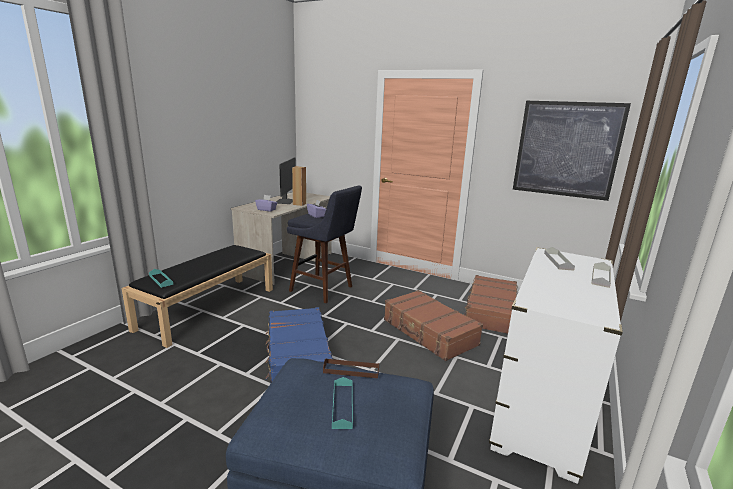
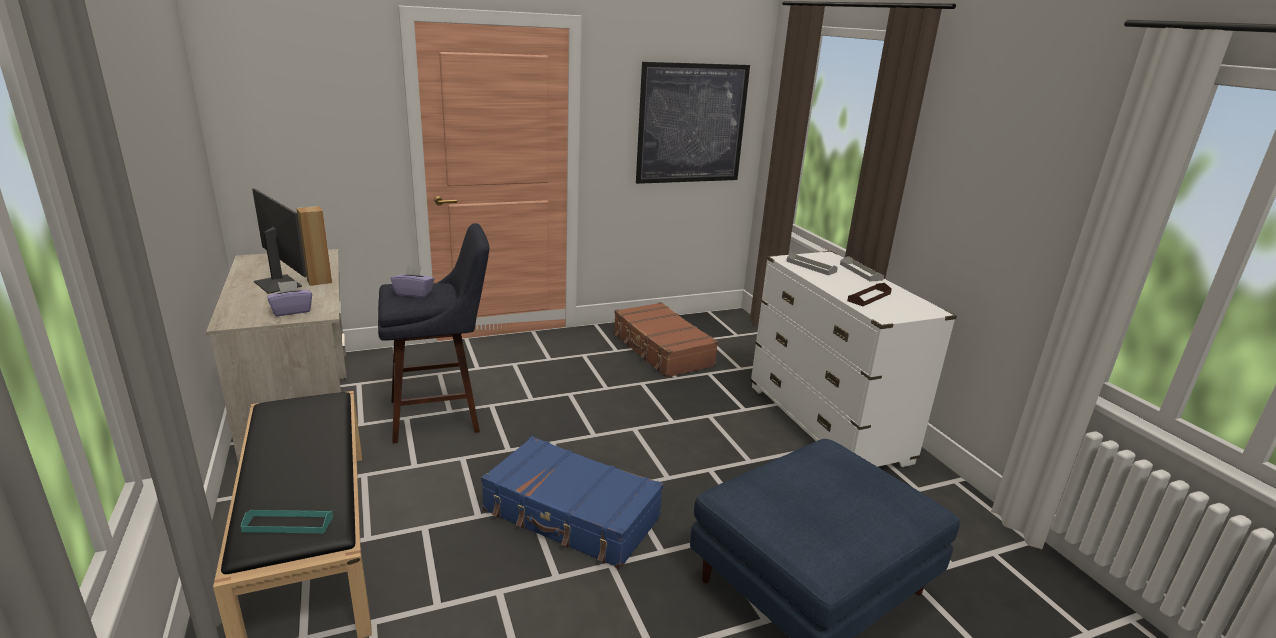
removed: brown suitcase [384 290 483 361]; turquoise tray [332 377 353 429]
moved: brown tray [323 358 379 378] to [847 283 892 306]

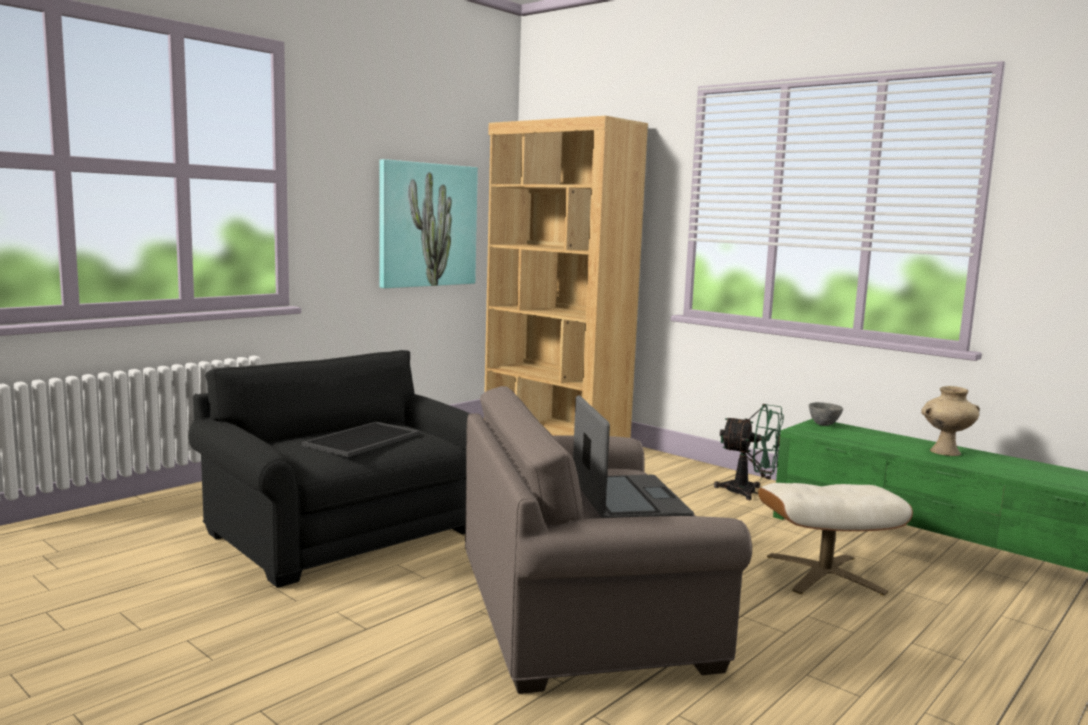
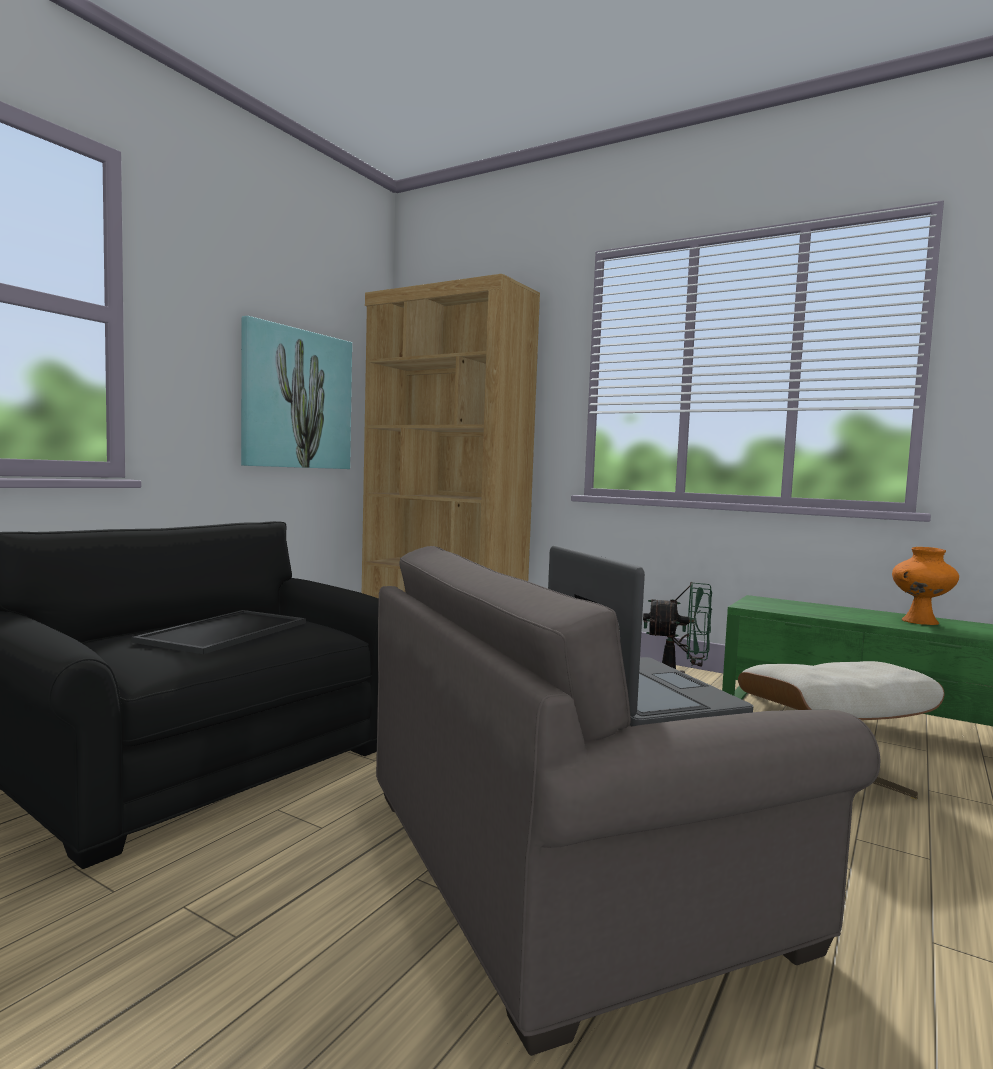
removed: grey bowl [809 402 843 426]
recoloured: beige vase [921 386 980 456] to orange vase [892 547 959 625]

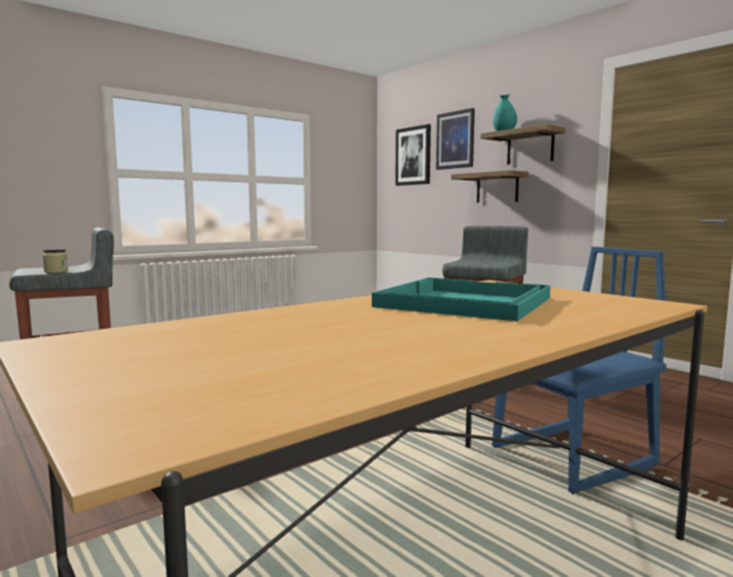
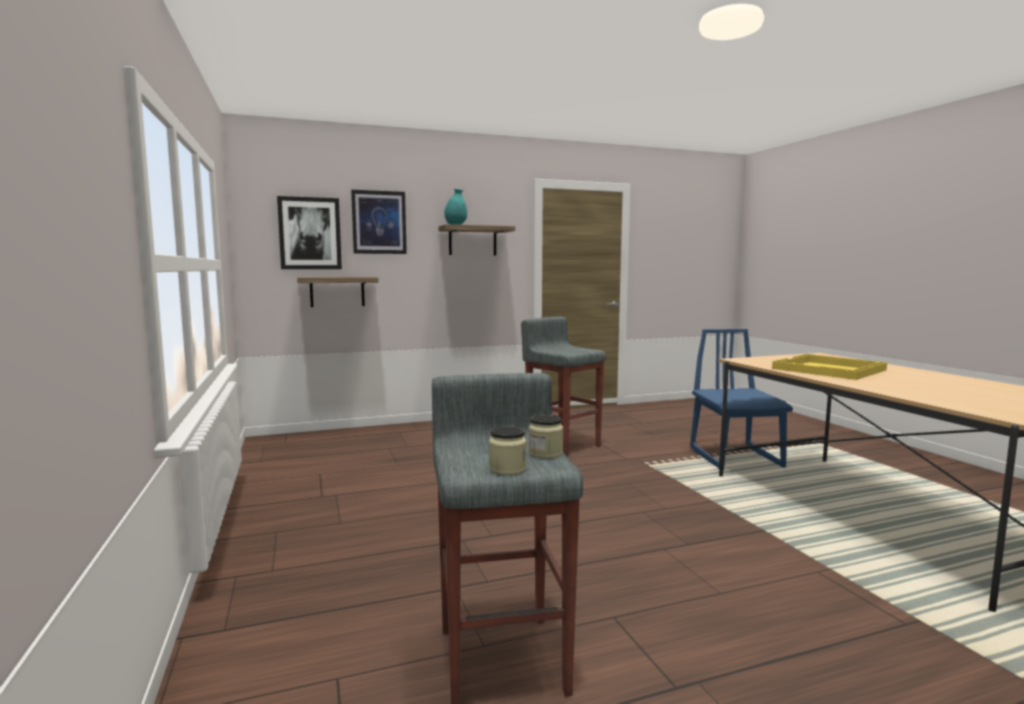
added: jar [489 426 526 475]
moved: shelf [451 170 528 203] to [297 277 379 307]
recoloured: turquoise tray [372 278 550 321] to yellow tray [772 354 887 380]

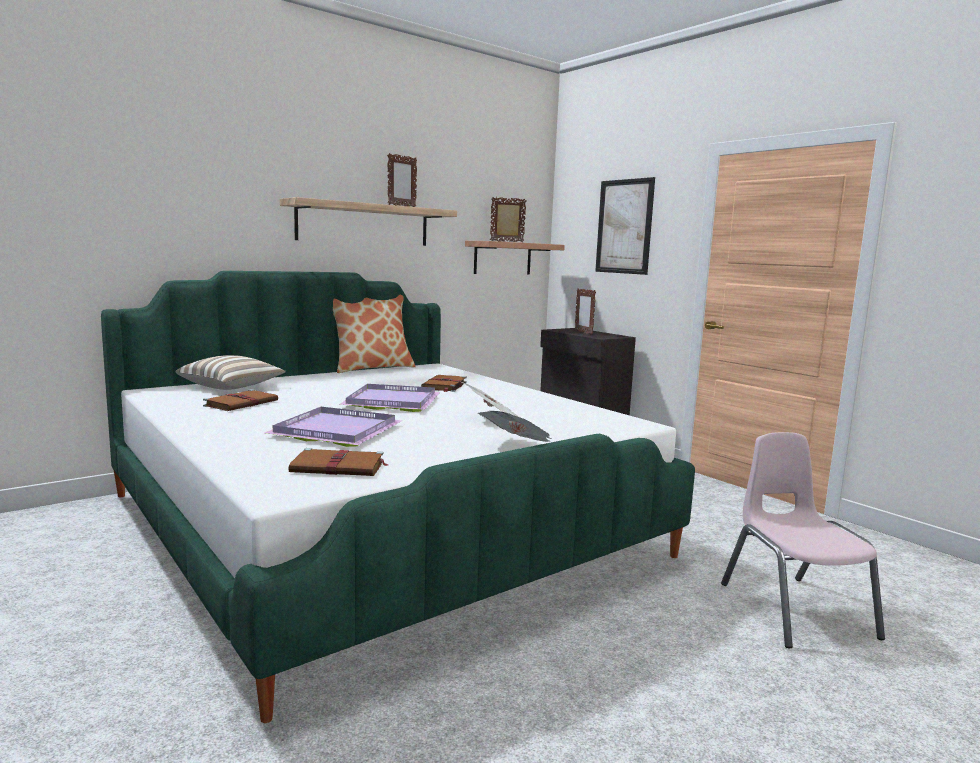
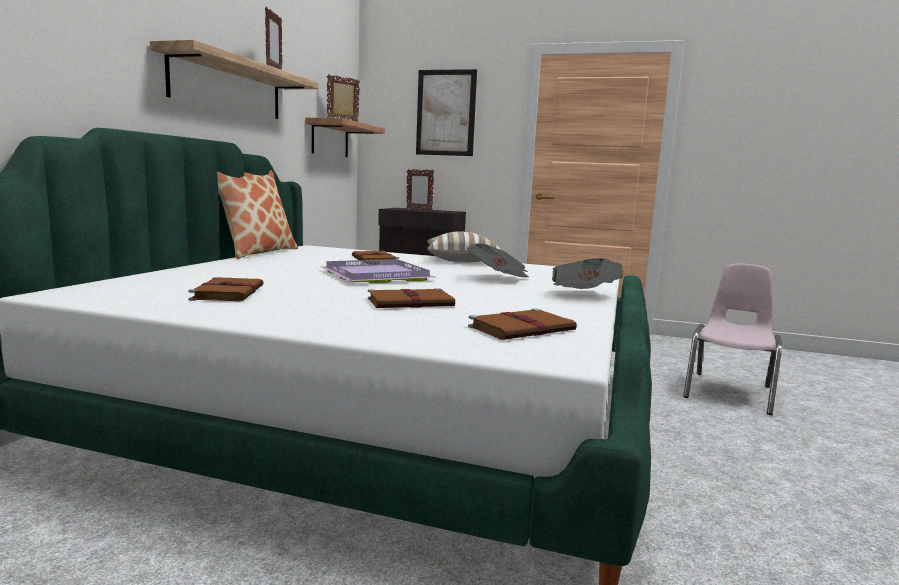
moved: pillow [175 355 286 390] to [427 232 501 262]
replaced: purple tray [265 407 402 447] to brown book [368 288 455 308]
turned: pink chair [721 432 885 648] = [683 264 782 415] 75 degrees clockwise

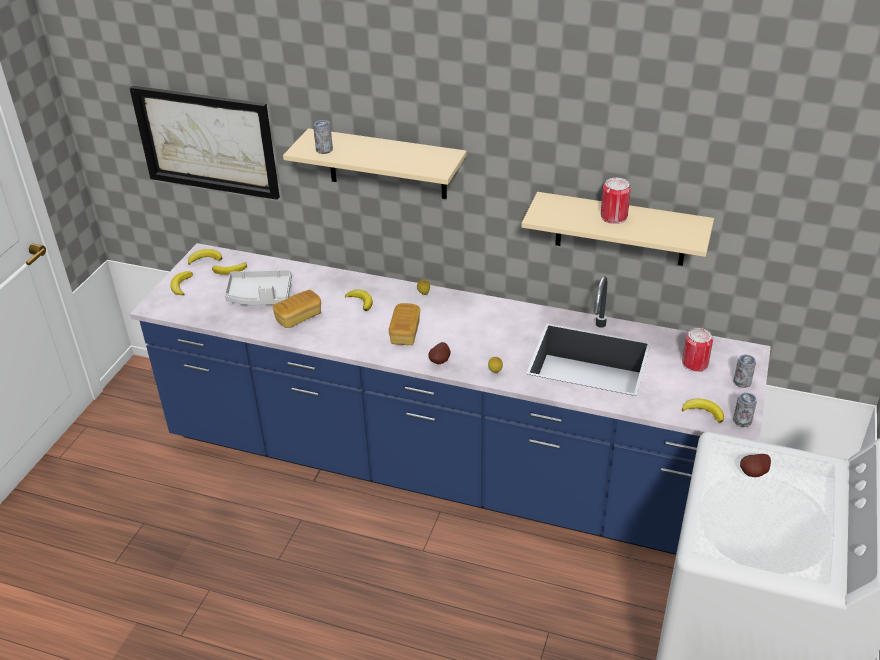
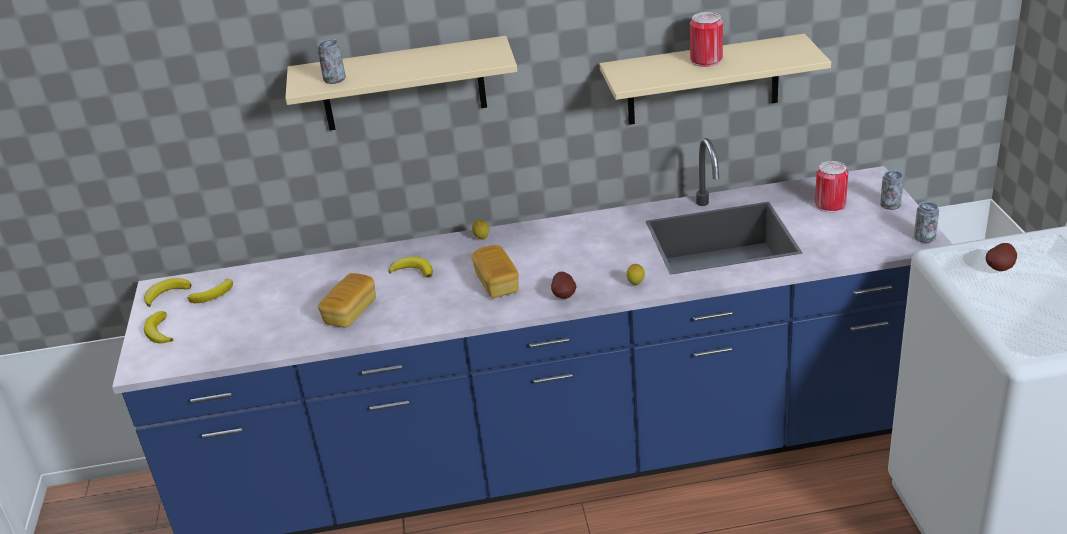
removed: picture [130 86 280 200]; grey tray [225 270 292 305]; banana [682 399 724 423]

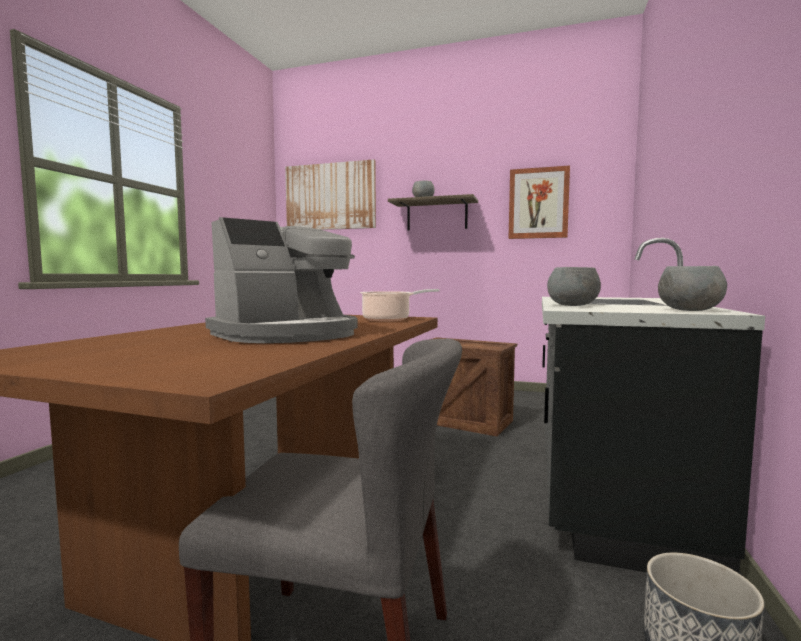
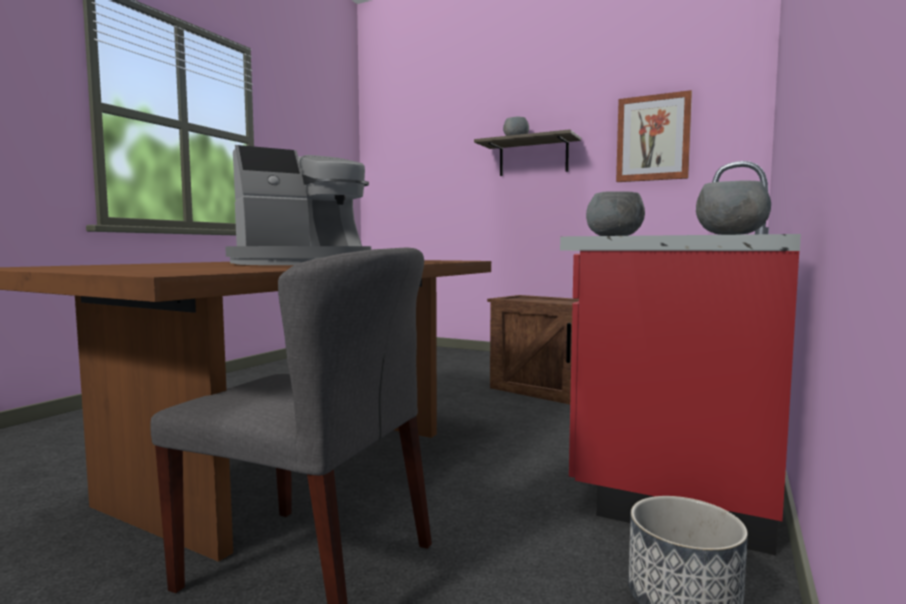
removed: picture [285 159 376 230]; cooking pot [360 289 440 322]
recoloured: black counter [542 238 765 573] to red counter [560 161 801 555]

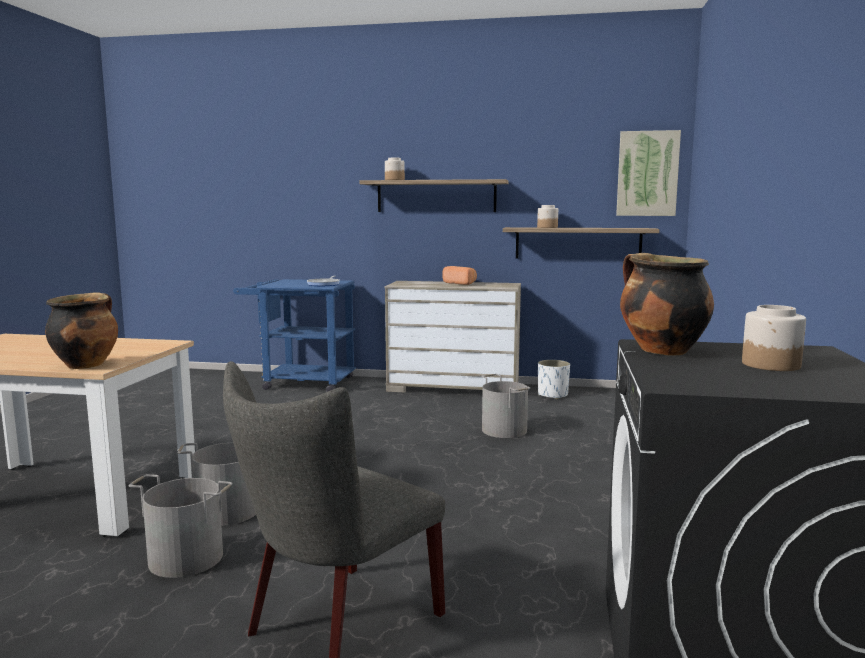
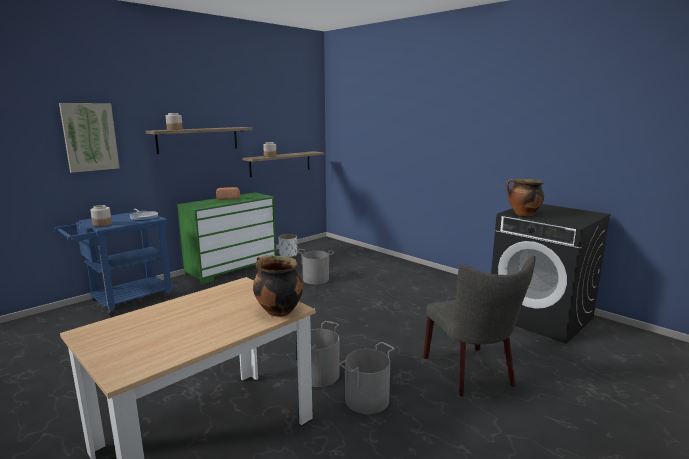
moved: picture [616 130 681 216] to [59 103 120 173]; jar [742 305 806 371] to [90 205 112 226]
recoloured: beige dresser [385 281 521 392] to green dresser [177 192 277 284]

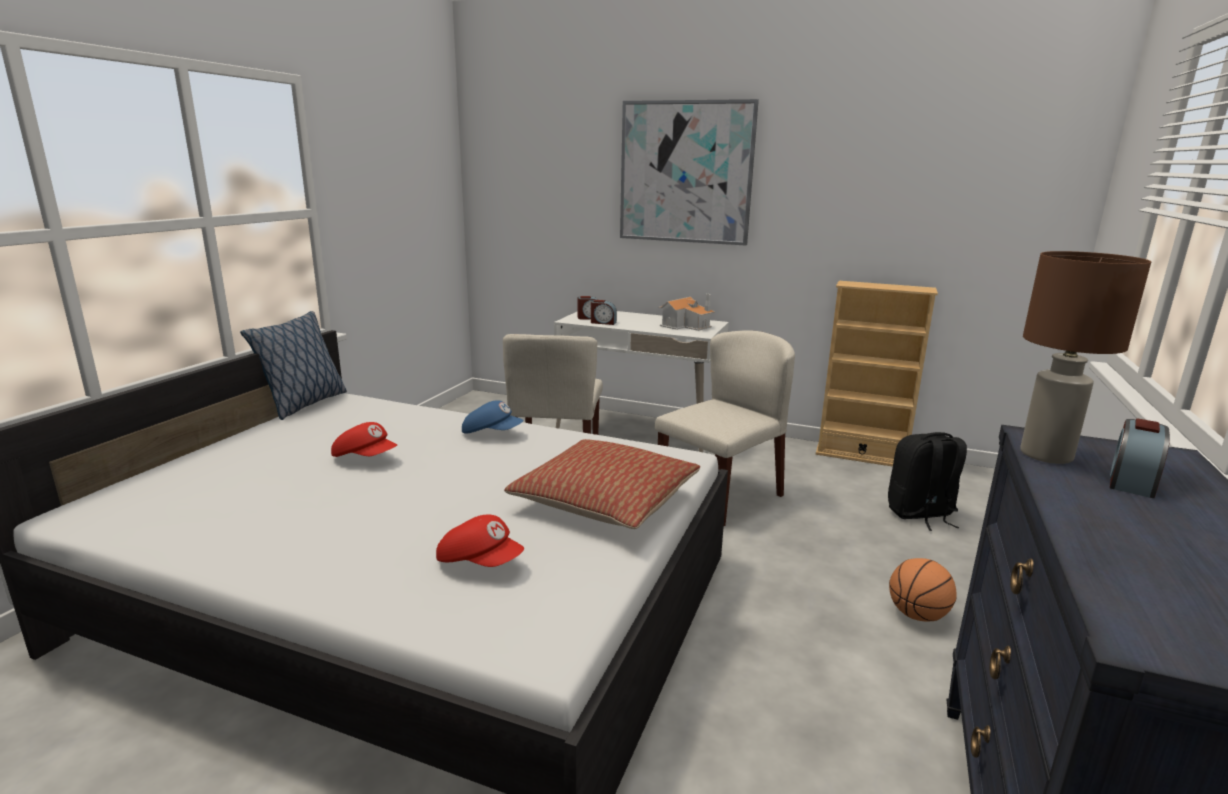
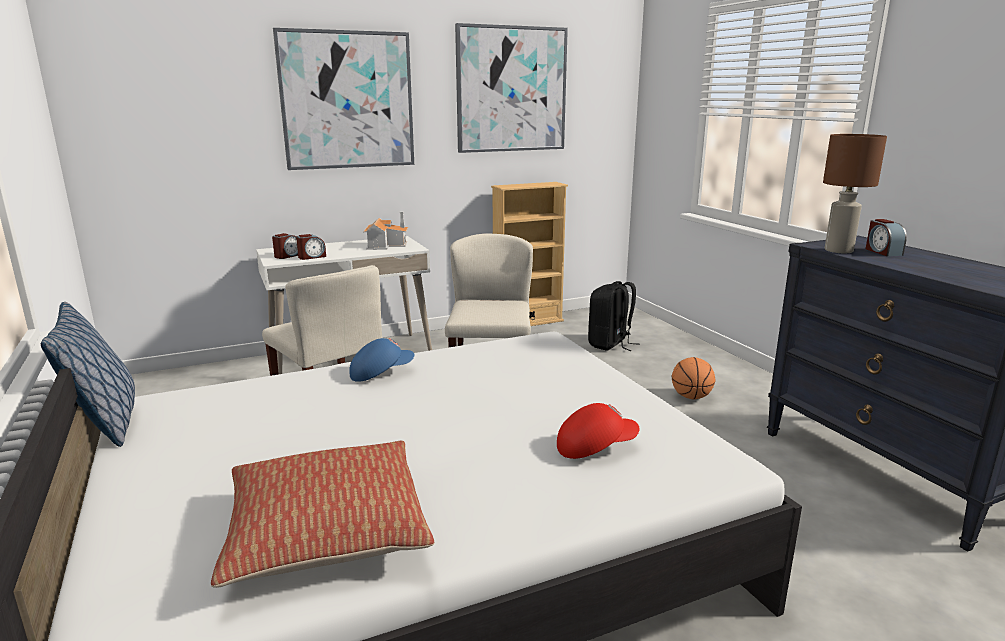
removed: red cap [331 422 397 457]
added: picture [455 23 568 153]
moved: pillow [504 439 700 529] to [211 441 434 588]

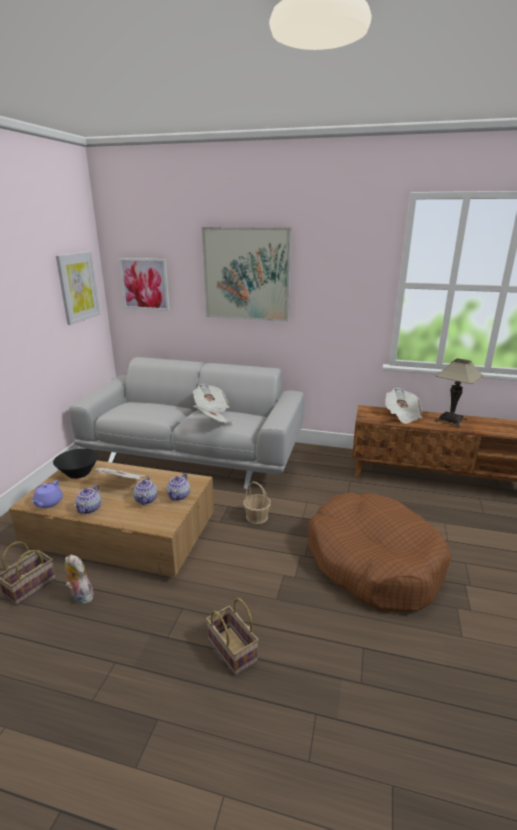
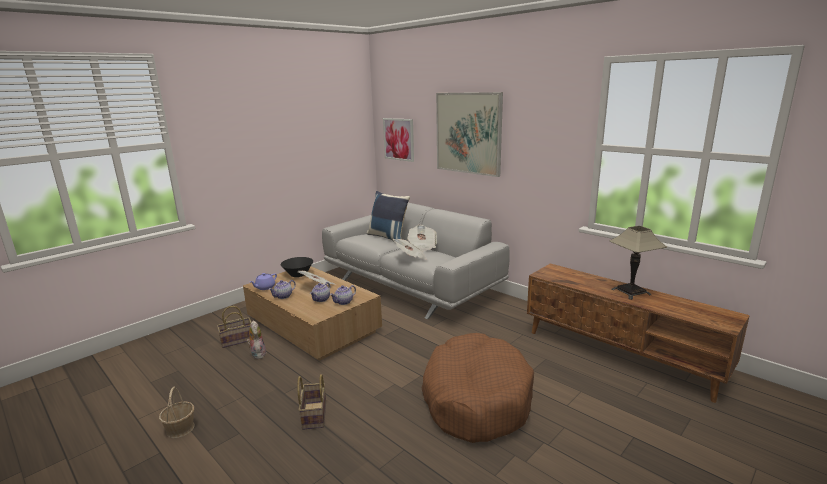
removed: picture [56 251 100 325]; newspaper [385 388 423 424]
added: blue pillow [367 191 410 241]
moved: basket [243 482 271 524] to [159 387 195 438]

